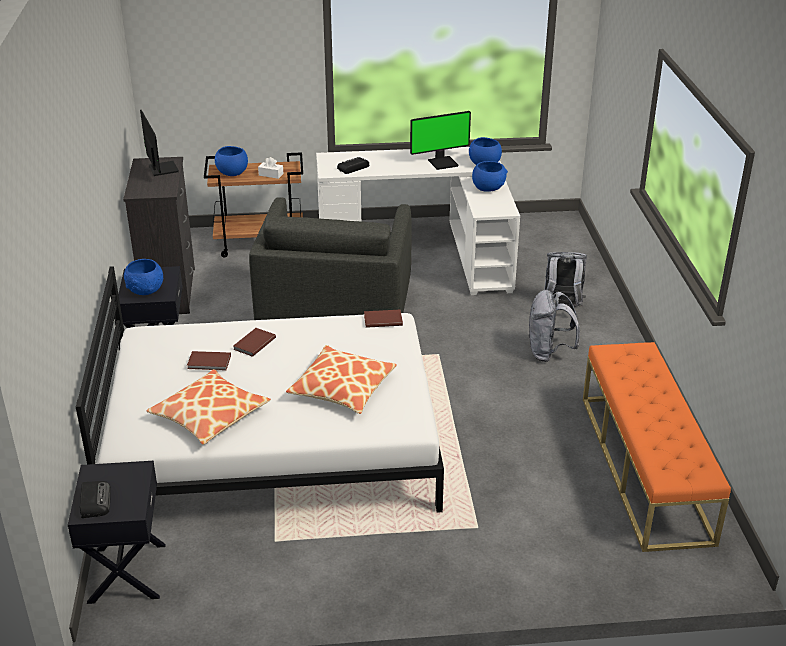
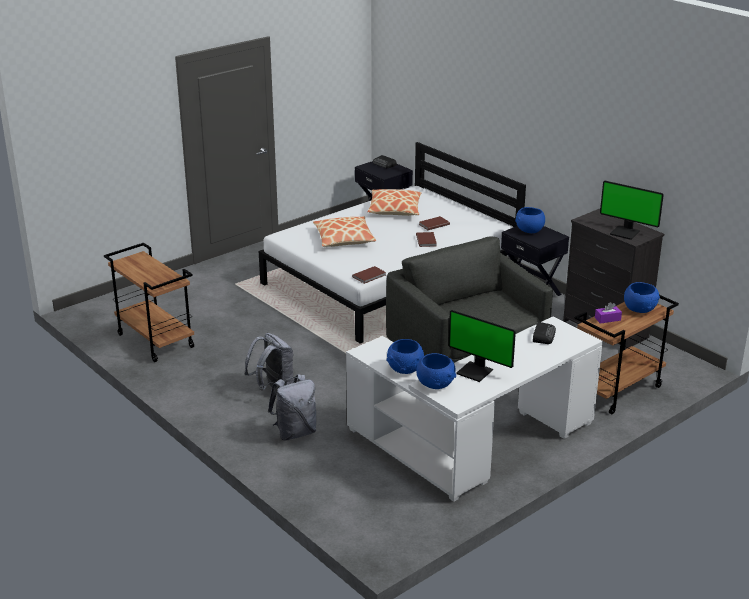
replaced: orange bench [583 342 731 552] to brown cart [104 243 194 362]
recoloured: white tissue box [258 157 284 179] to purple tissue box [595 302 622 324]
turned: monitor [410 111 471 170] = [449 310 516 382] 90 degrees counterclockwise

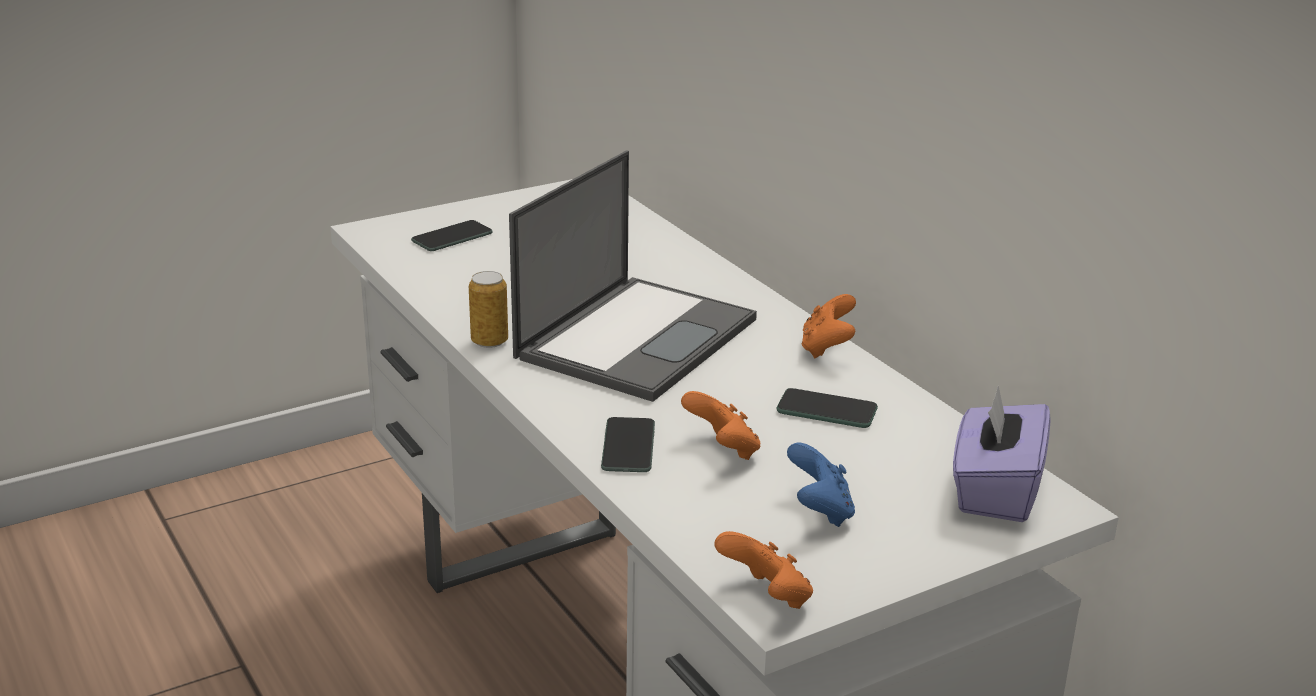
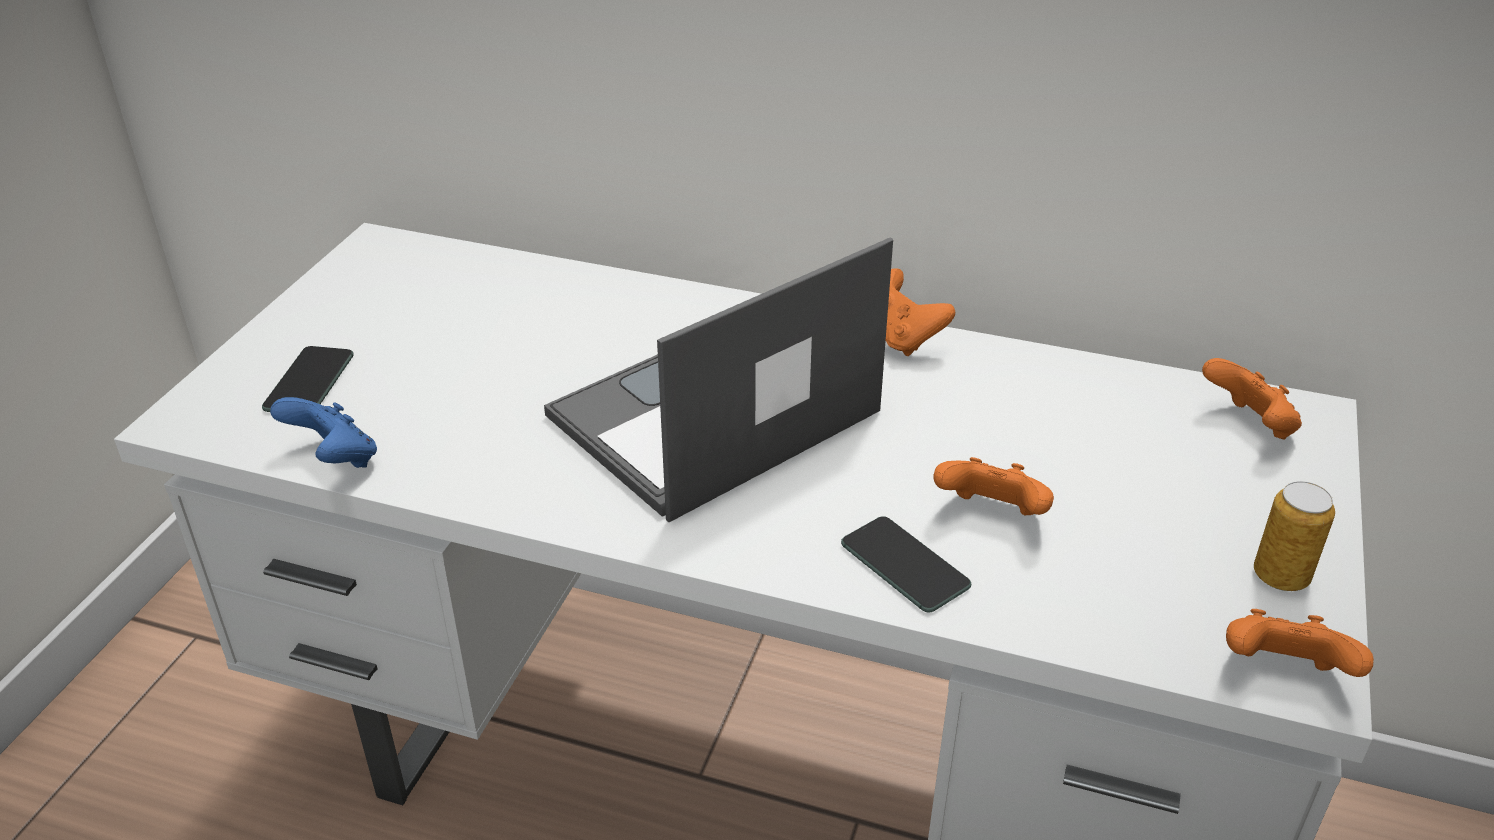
removed: phone [777 388 878 428]
moved: can [469 271 508 348] to [1254 481 1335 591]; blue game controller [787 443 855 527] to [270 397 377 468]
replaced: purple tissue box [953 386 1051 522] to orange game controller [1202 358 1302 439]
turned: laptop [509 150 757 402] = [544 238 893 522] 120 degrees counterclockwise

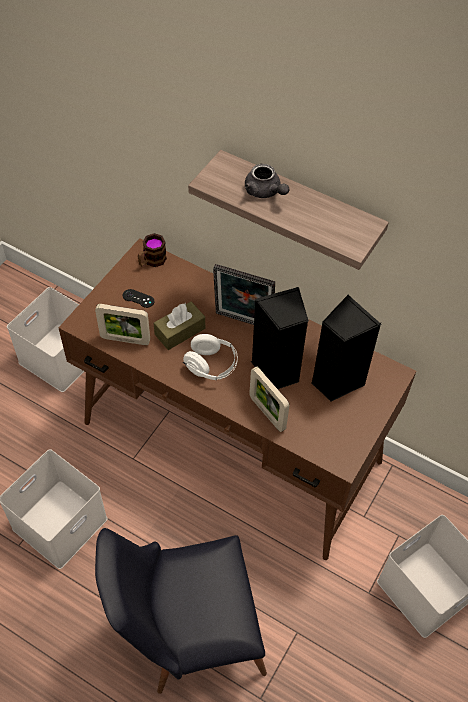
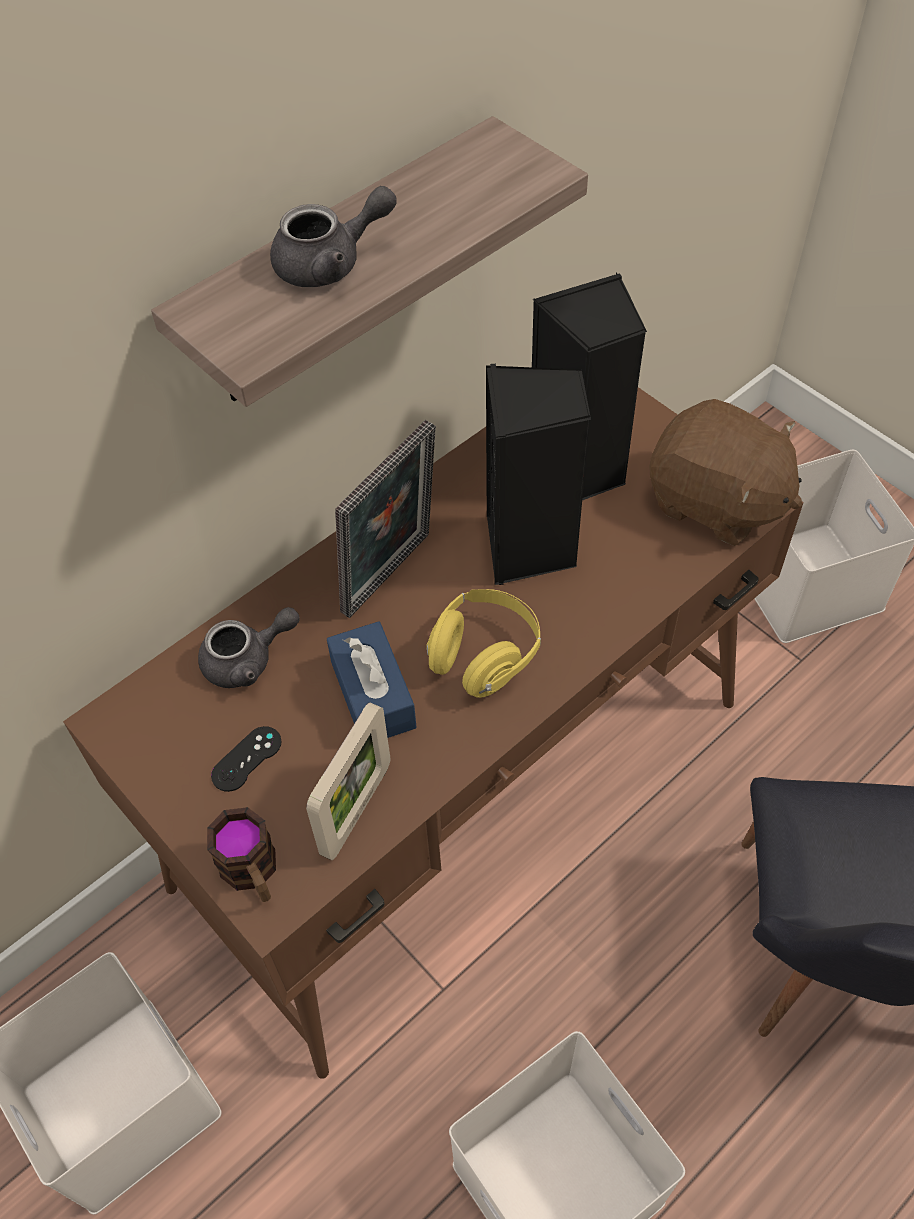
removed: picture frame [249 366 289 432]
added: brown plush toy [650 399 802 546]; grey teapot [198 607 299 688]
moved: mug [138 233 167 267] to [207 807 276 902]
recoloured: brown tissue box [154 302 205 350] to blue tissue box [327 621 416 738]; white headphones [183 334 238 380] to yellow headphones [426 589 541 698]

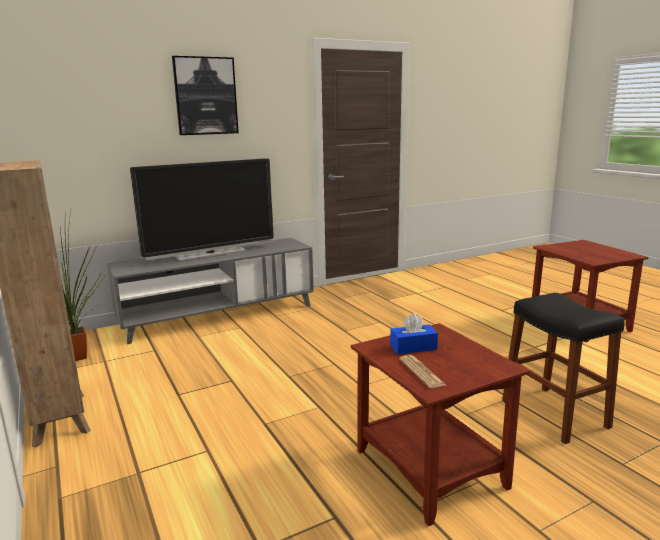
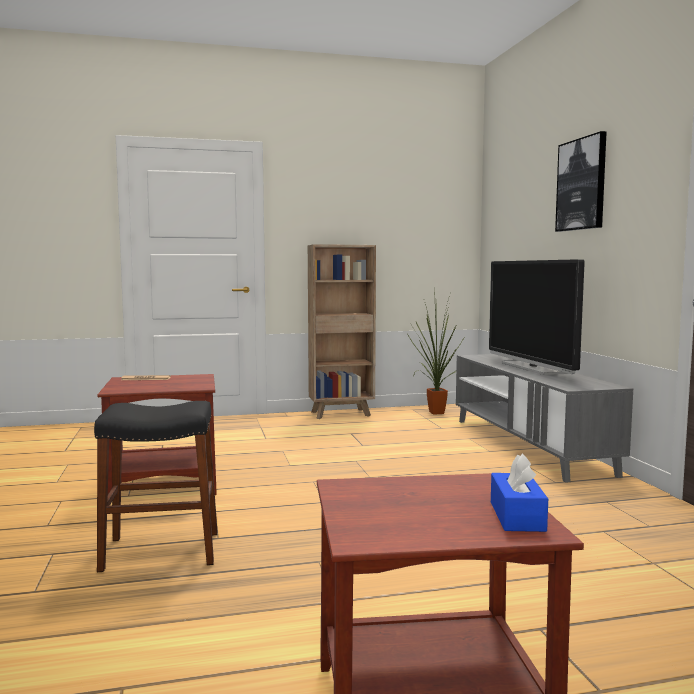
moved: blue tissue box [390 313 438 354] to [491 454 548 532]

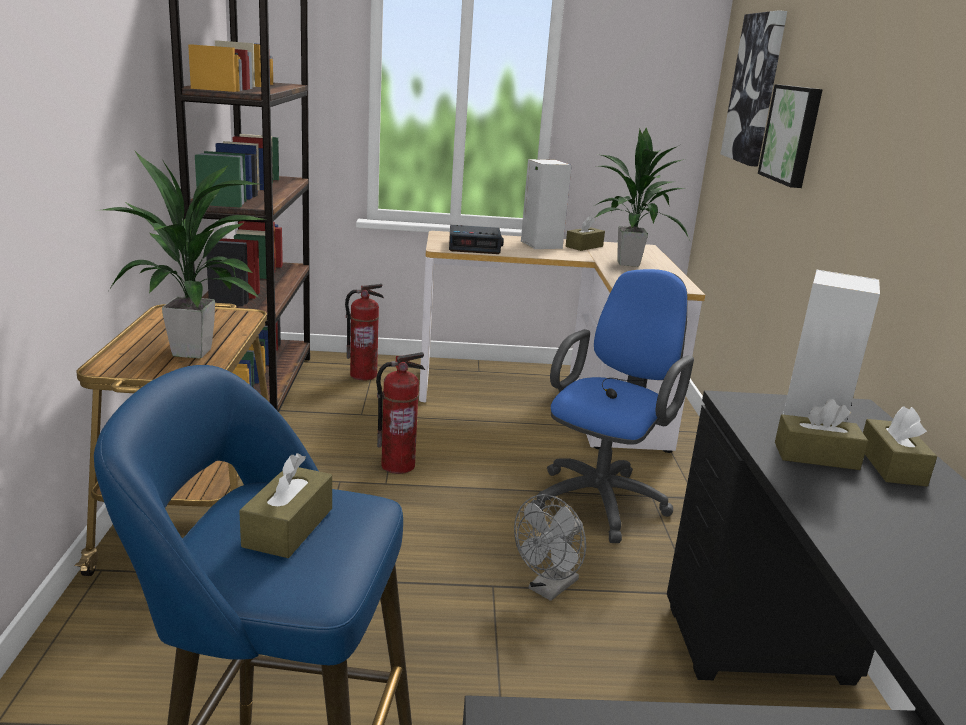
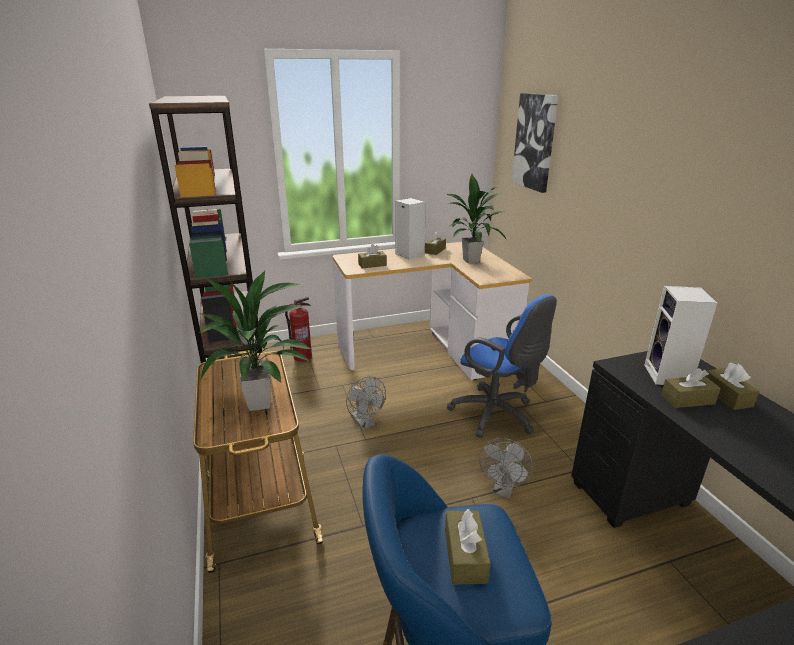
removed: picture [758 84 823 188]
replaced: alarm clock [449 225 504 254] to brown tissue box [358 244 387 269]; fire extinguisher [376 352 425 474] to grey fan [346 377 386 430]
turned: blue office chair [530 269 694 543] = [447 295 557 438] 120 degrees clockwise

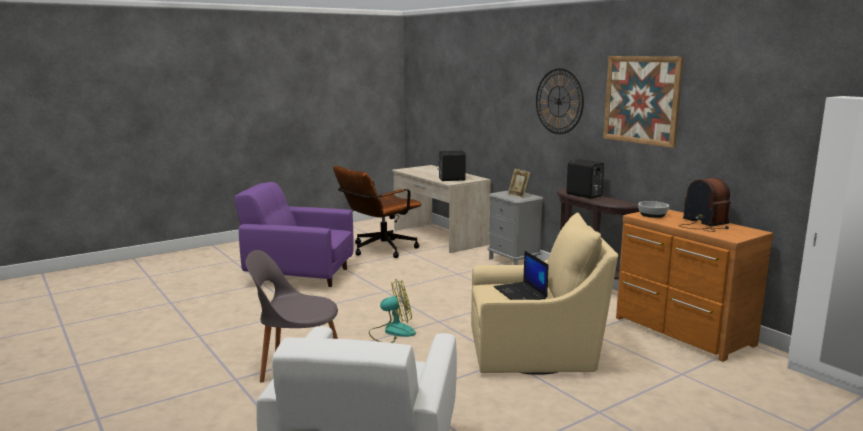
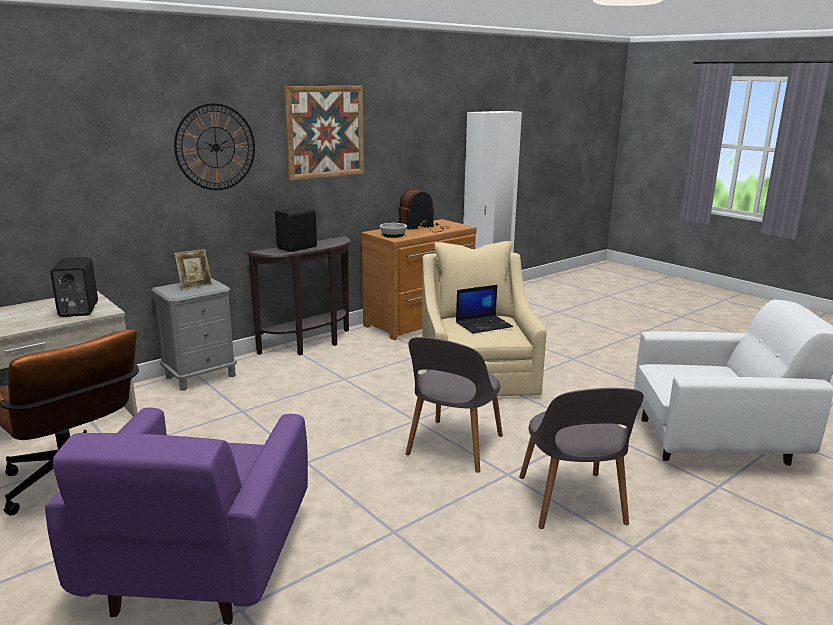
replaced: fan [369 279 416 343] to grey chair [406 337 503 473]

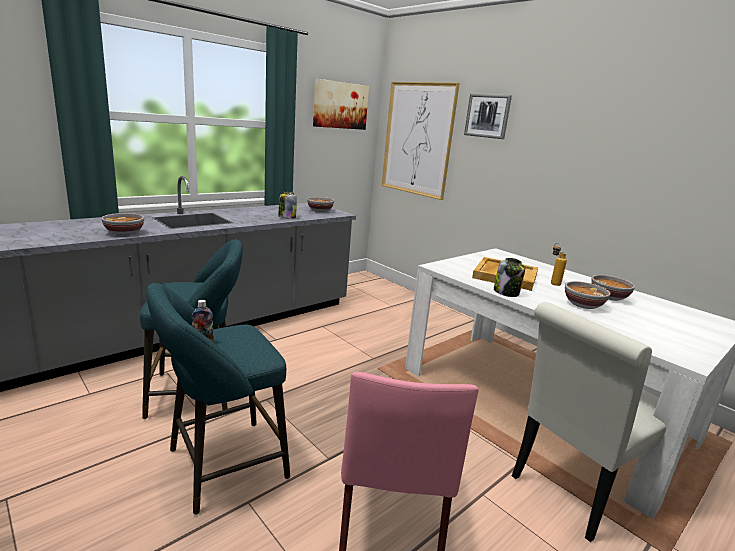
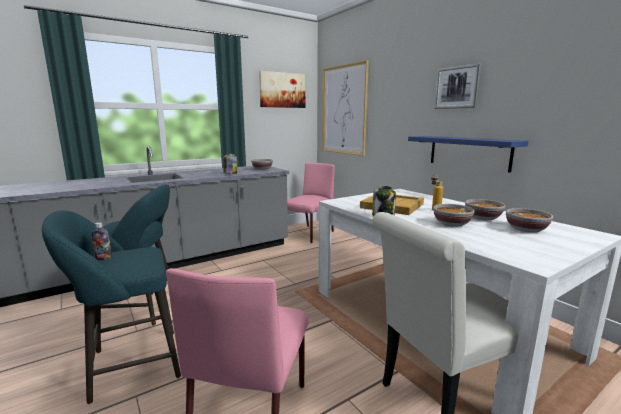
added: blue shelf [408 136 528 173]; pink chair [287 163 335 243]
moved: picture [464 94 512 139] to [434 63 482 109]; bowl [101 213 144 235] to [506 208 553 233]

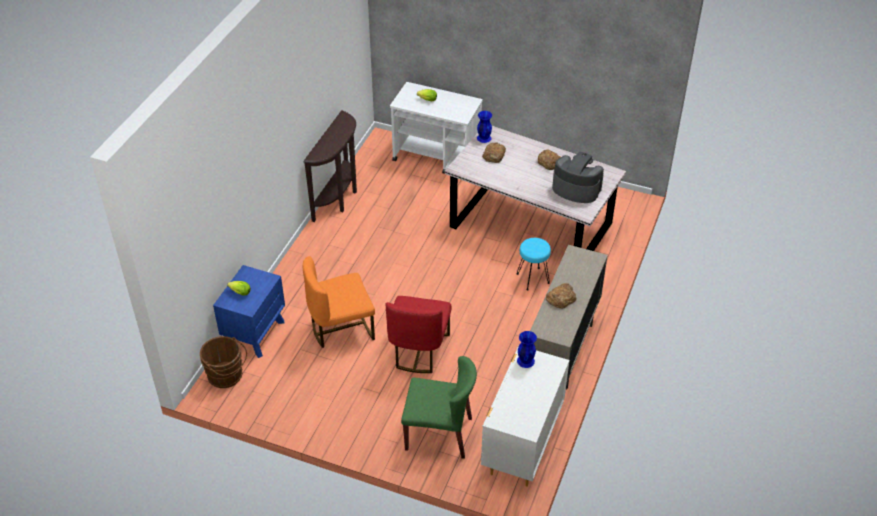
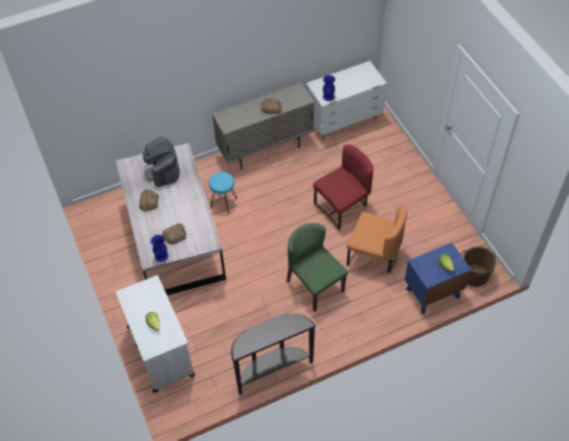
moved: green chair [401 356 477 459] to [287 223 348 312]

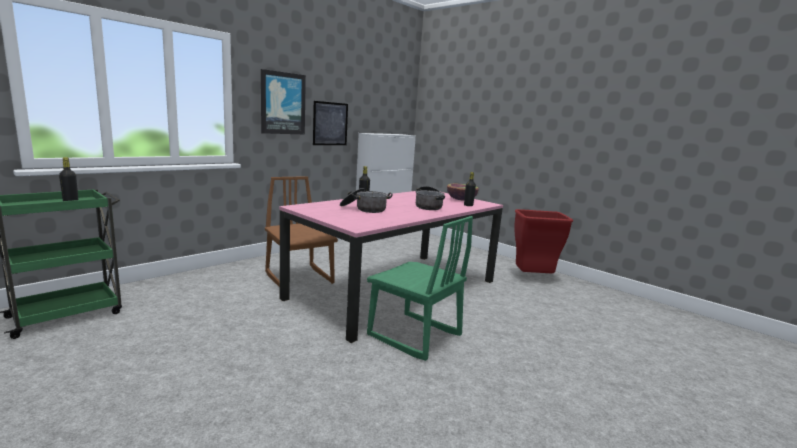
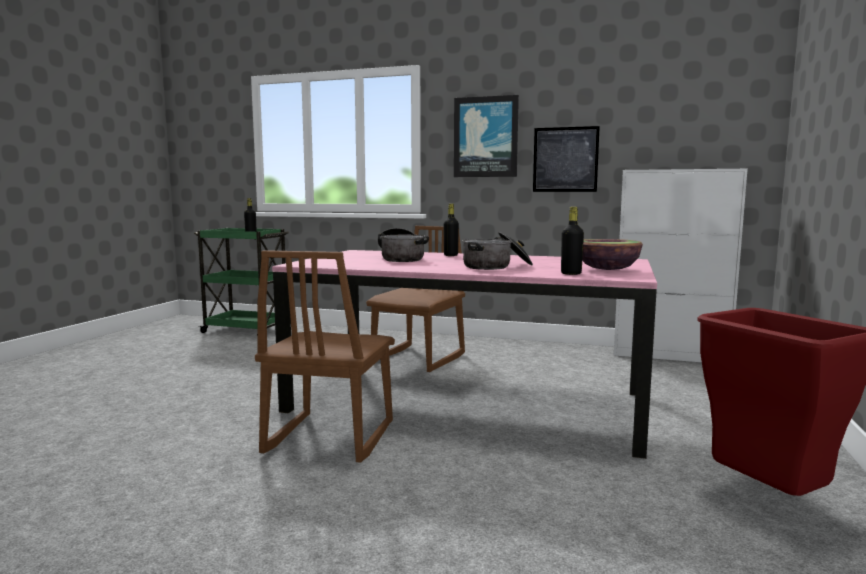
recoloured: green chair [367 216 473 361] to brown chair [255 250 395 463]

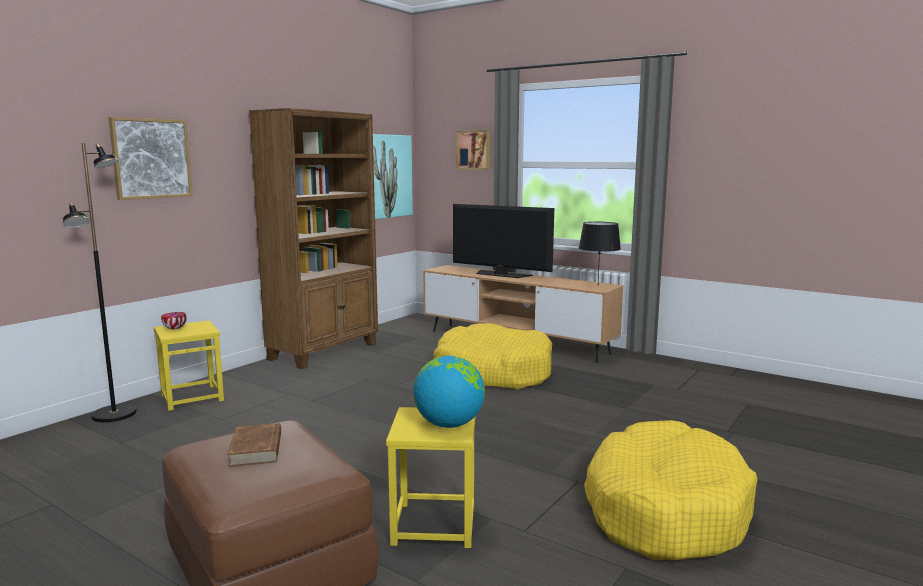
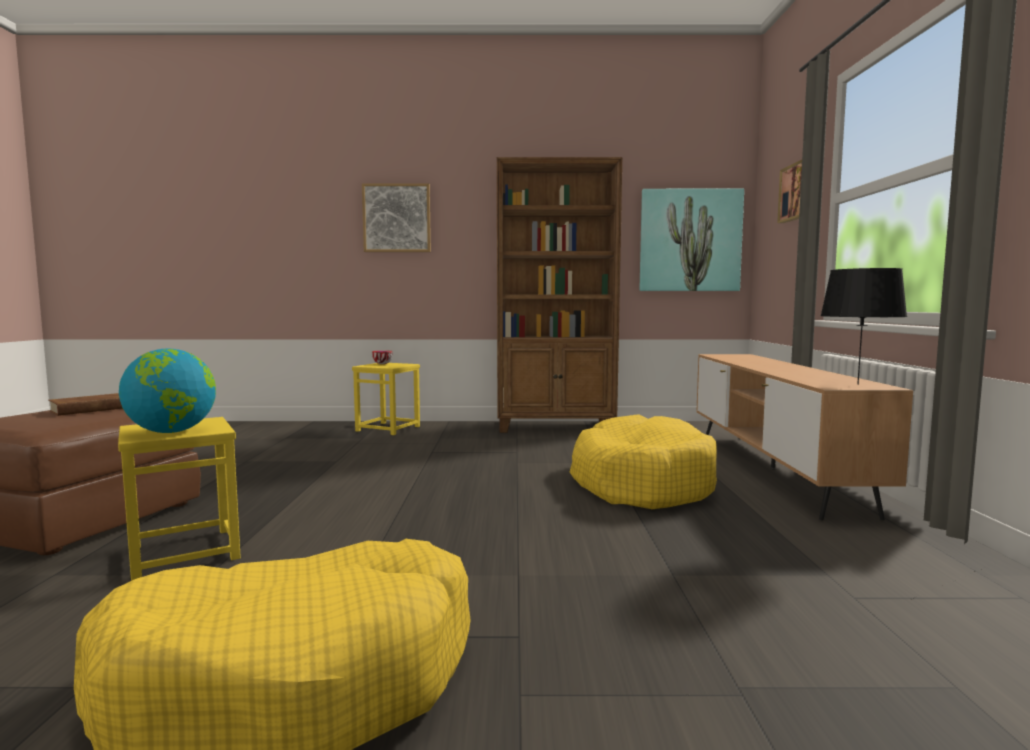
removed: black floor lamp [63 143 137 422]; television [453 204 554 278]

